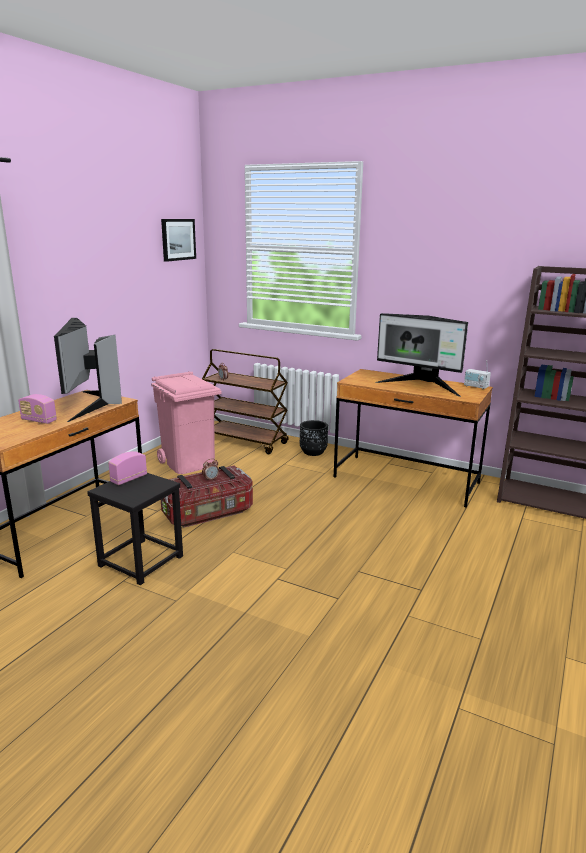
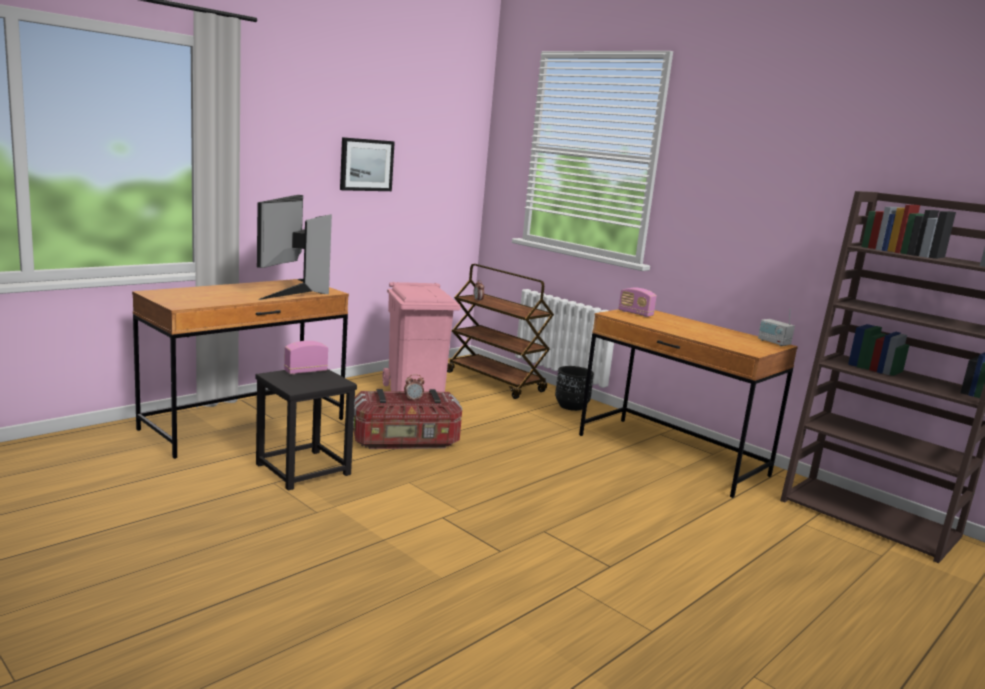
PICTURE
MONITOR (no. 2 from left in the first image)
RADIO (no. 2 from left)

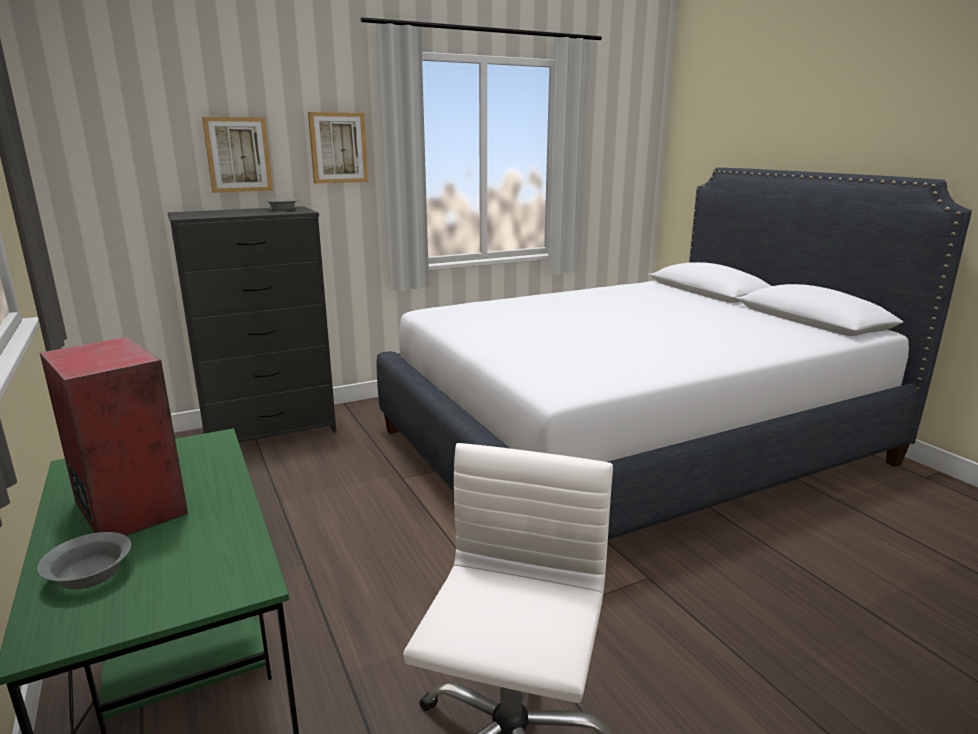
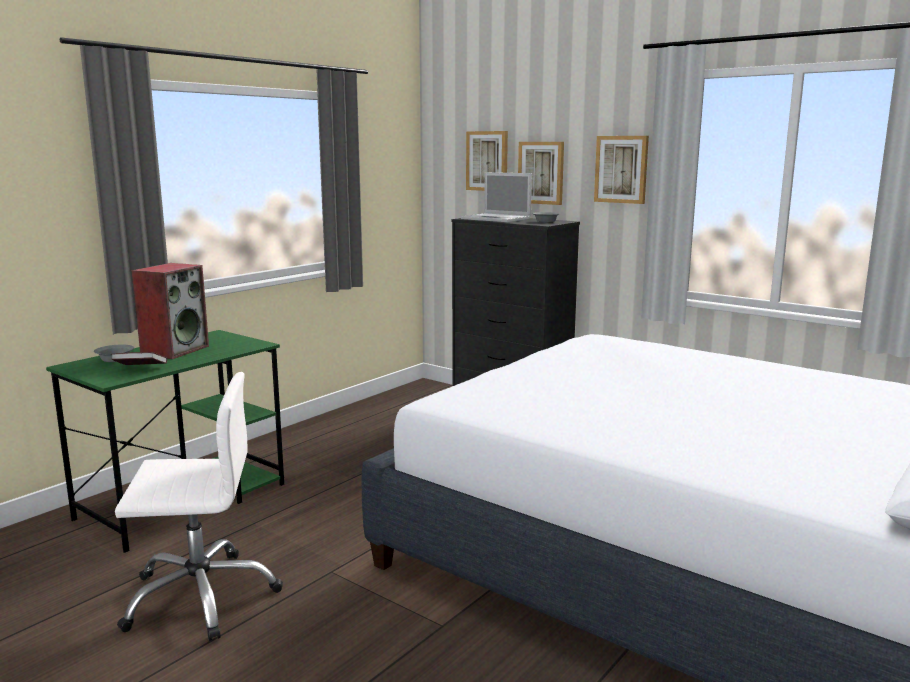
PICTURE (no. 1 from left)
LAPTOP
BOOK

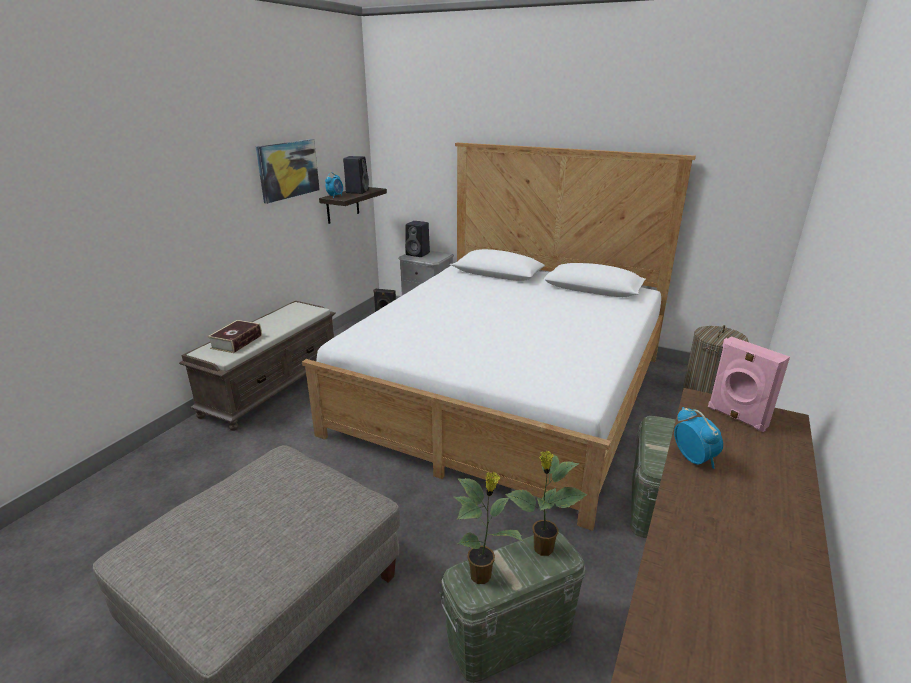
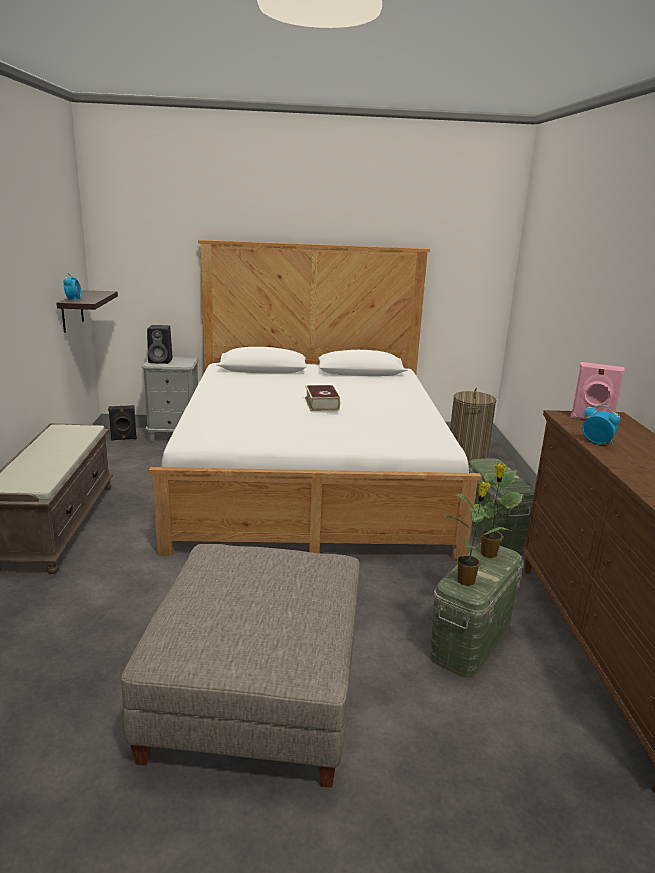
PICTURE
BLACK SPEAKER (no. 1 from left in the first image)
BOOK

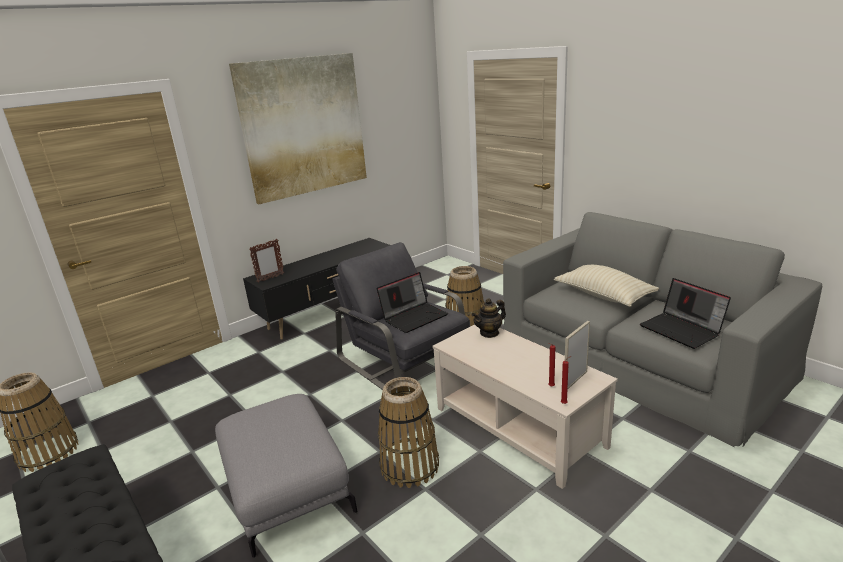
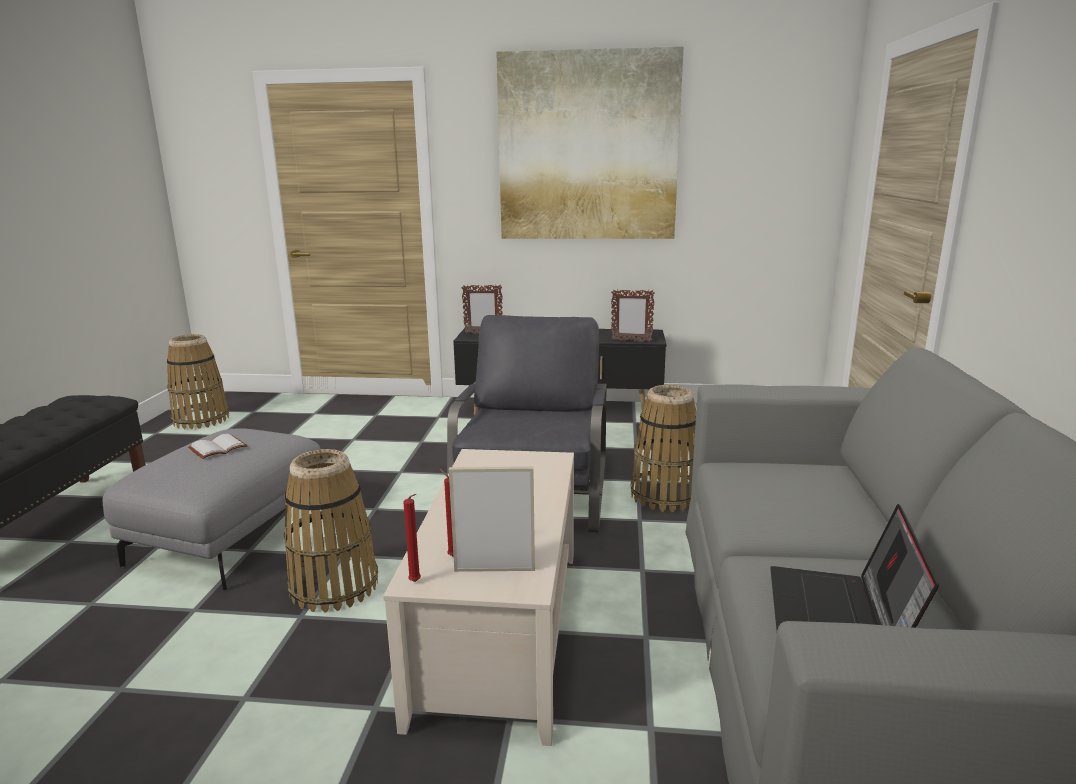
BEIGE PILLOW
LAPTOP (no. 1 from left in the first image)
TEAPOT
PICTURE FRAME (no. 3 from left)
WHITE BOOK

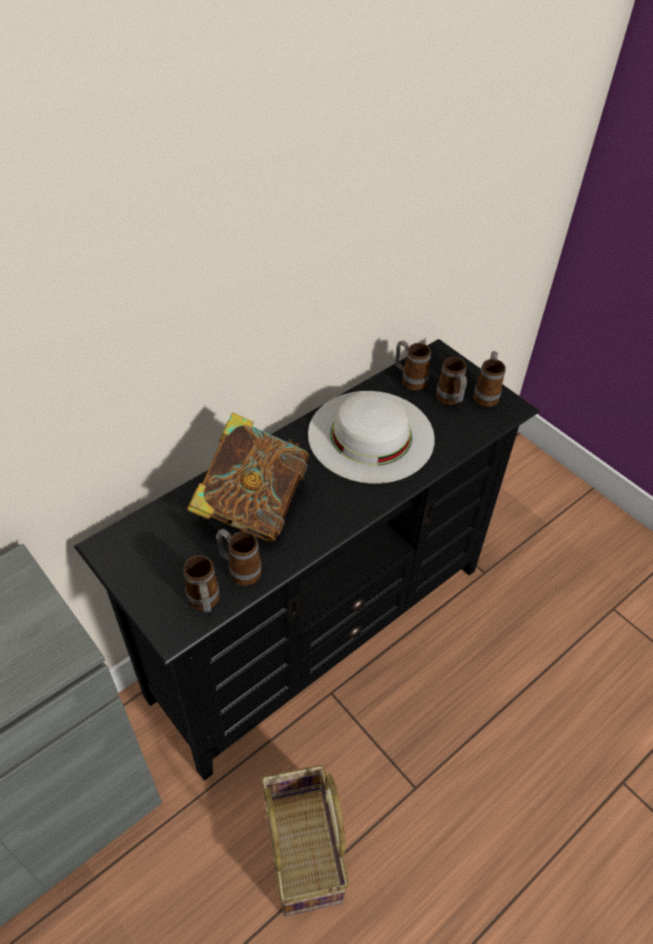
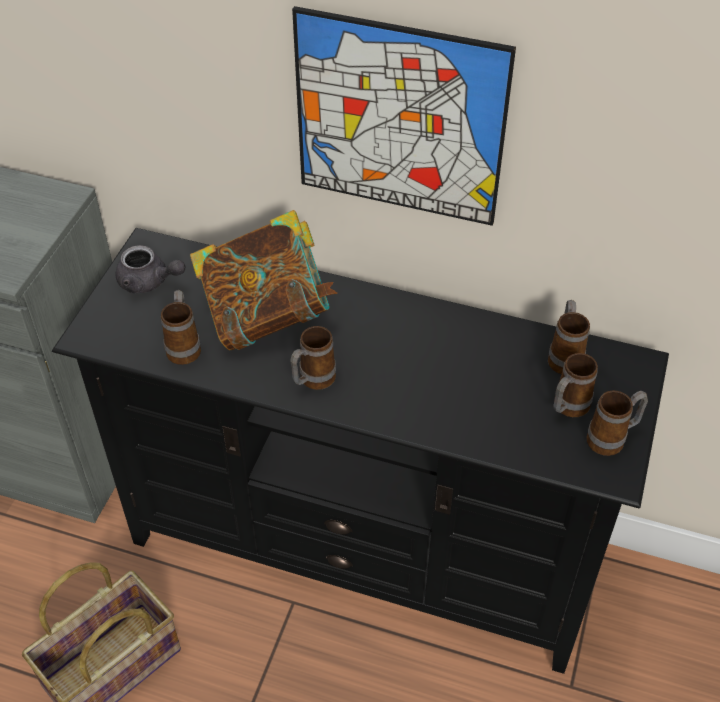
WHITE HAT
MUG (no. 2 from left)
PICTURE
GREY TEAPOT

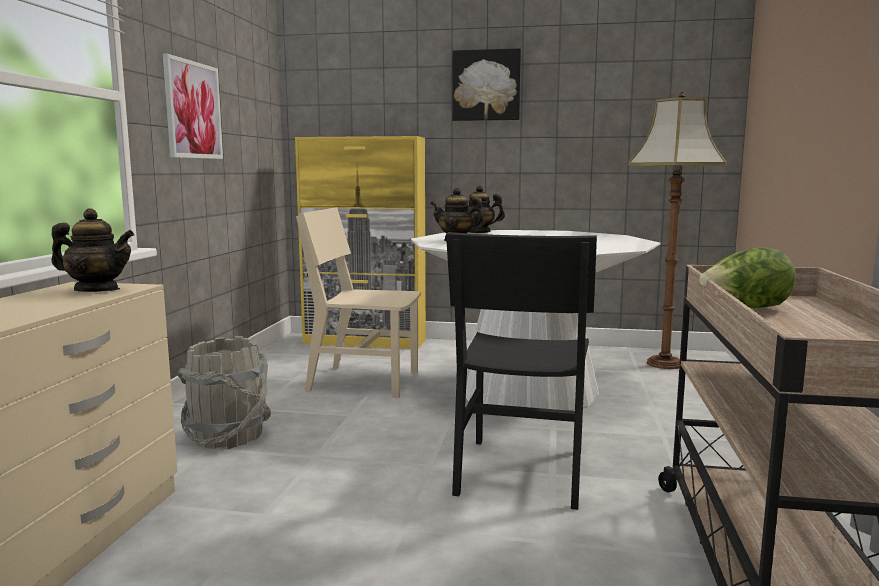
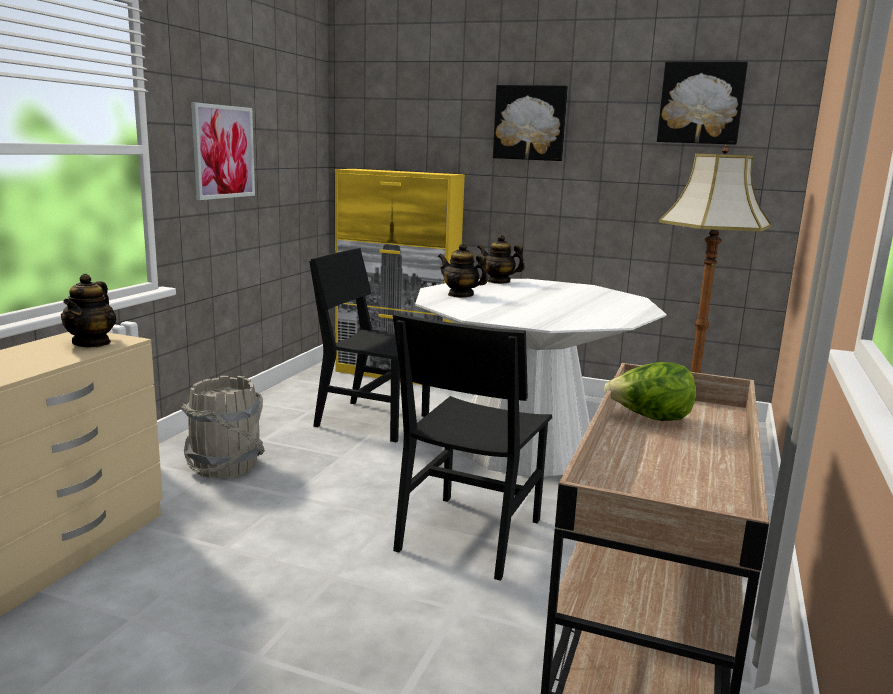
BLACK CHAIR (no. 1 from left)
TEAPOT (no. 1 from left)
PICTURE (no. 3 from left)

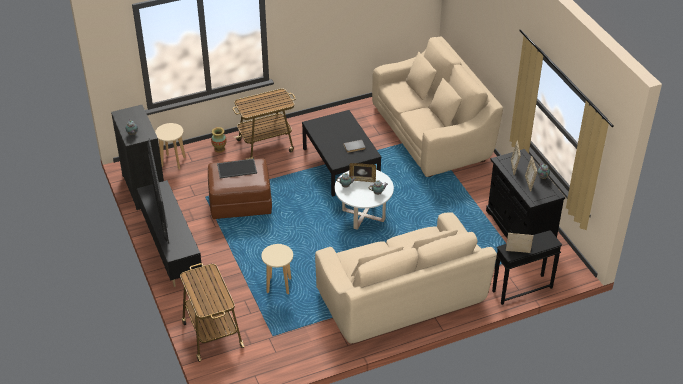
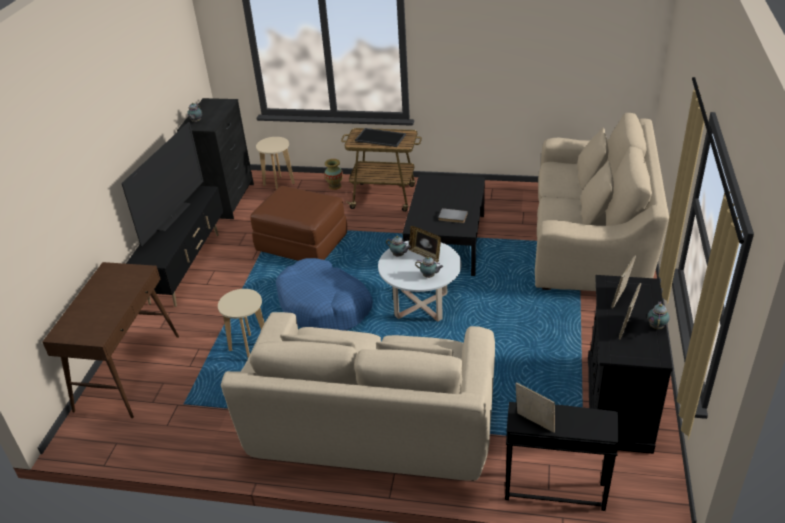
TRAY
BROWN CONSOLE TABLE
BLUE DOG BED

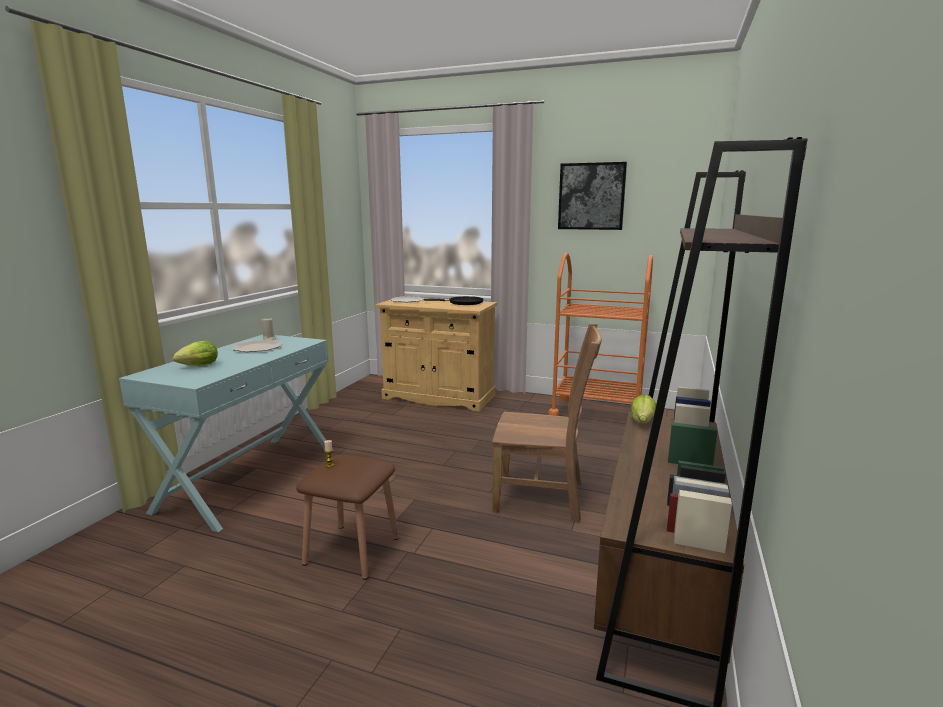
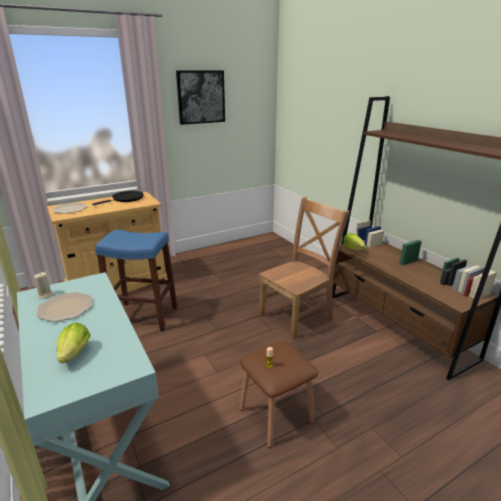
ORANGE CART
BLUE STOOL

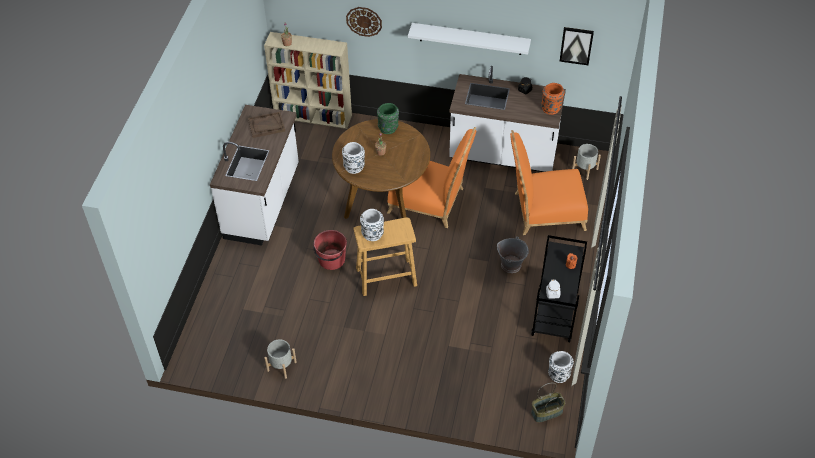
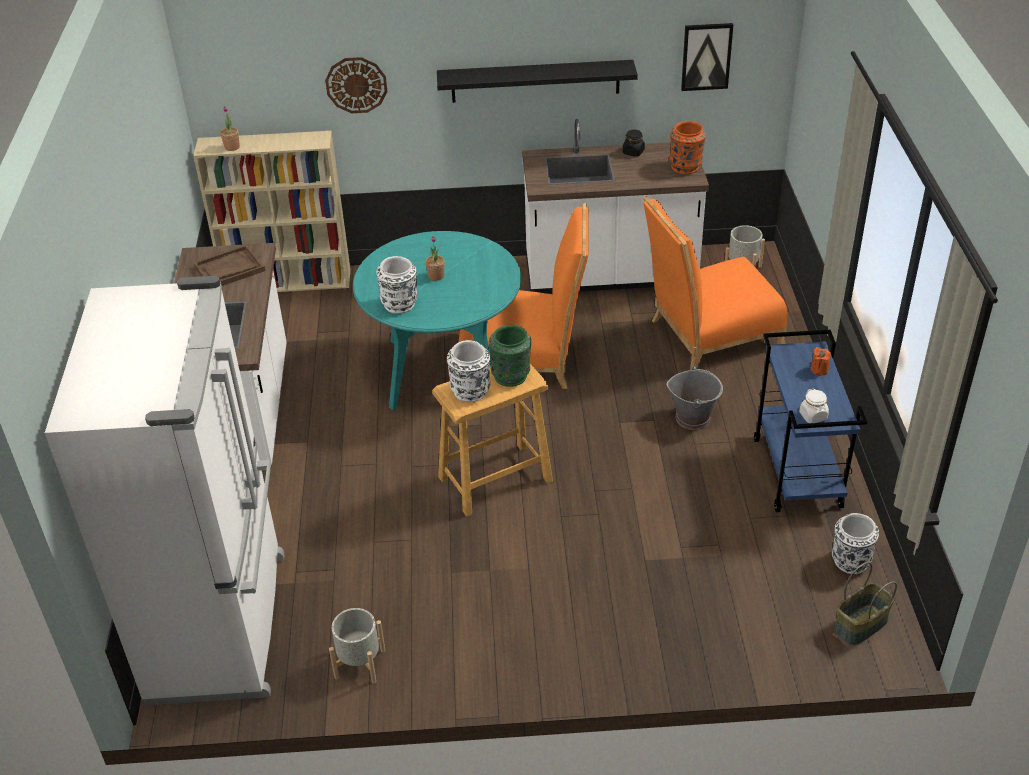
BLACK SHELF
GREEN VASE
TURQUOISE DINING TABLE
RED BUCKET
BLUE CART
WHITE FRIDGE

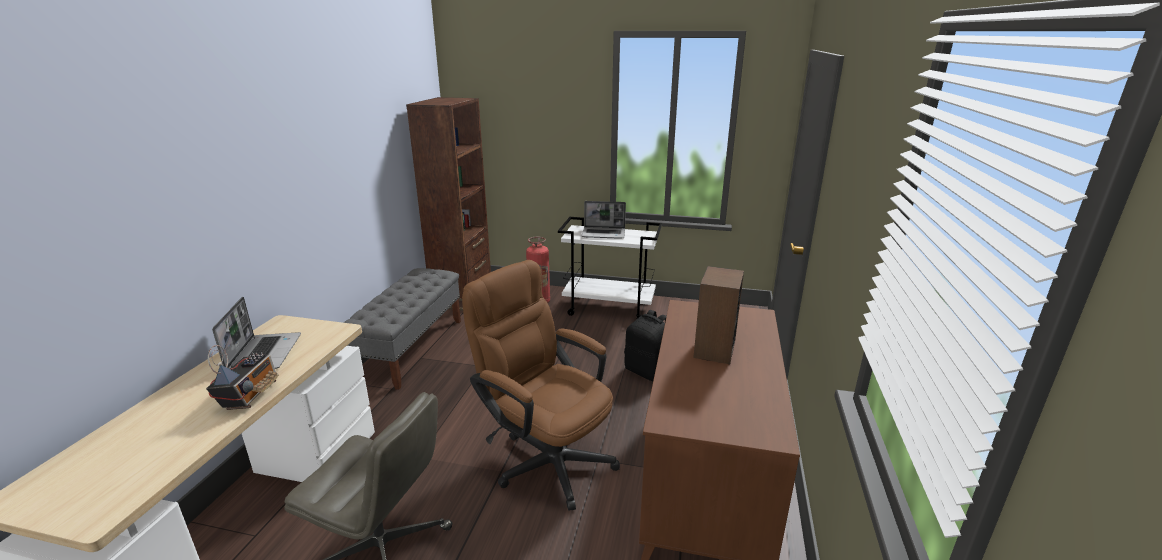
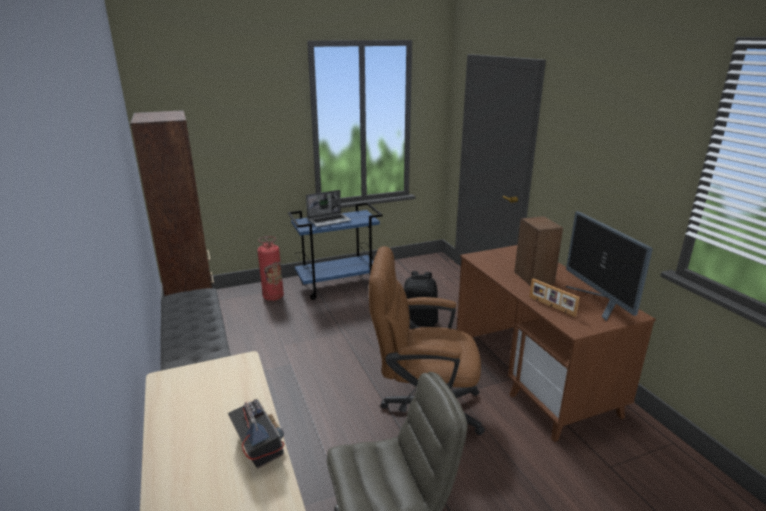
BLUE CART
LAPTOP (no. 1 from left in the first image)
MONITOR
PICTURE FRAME

